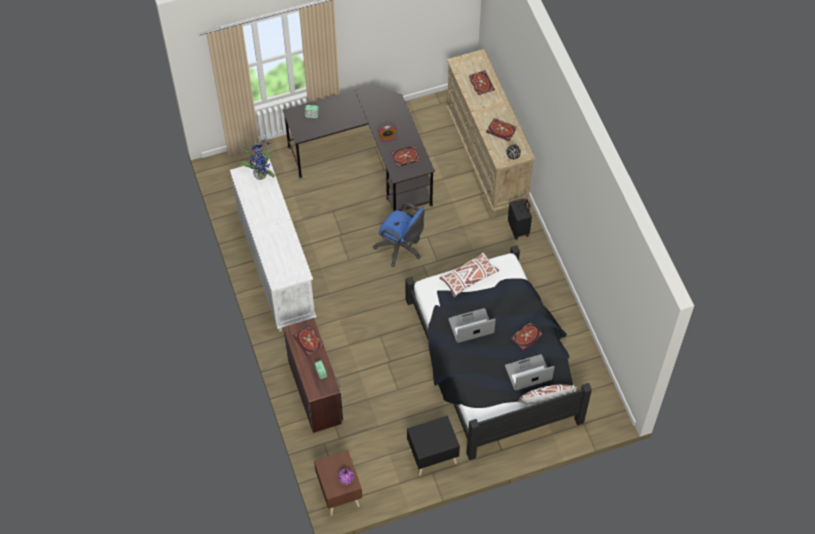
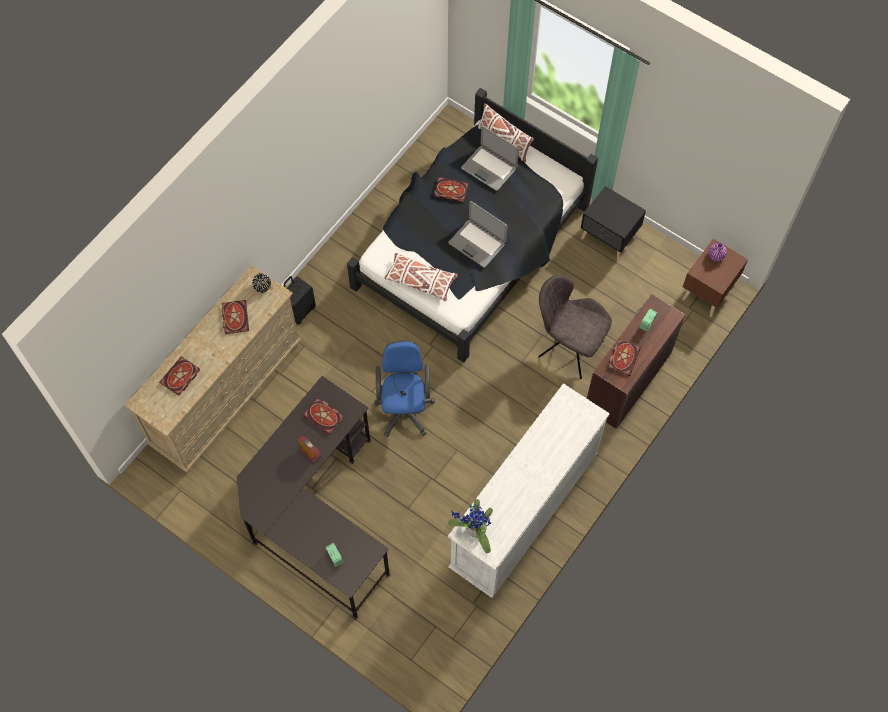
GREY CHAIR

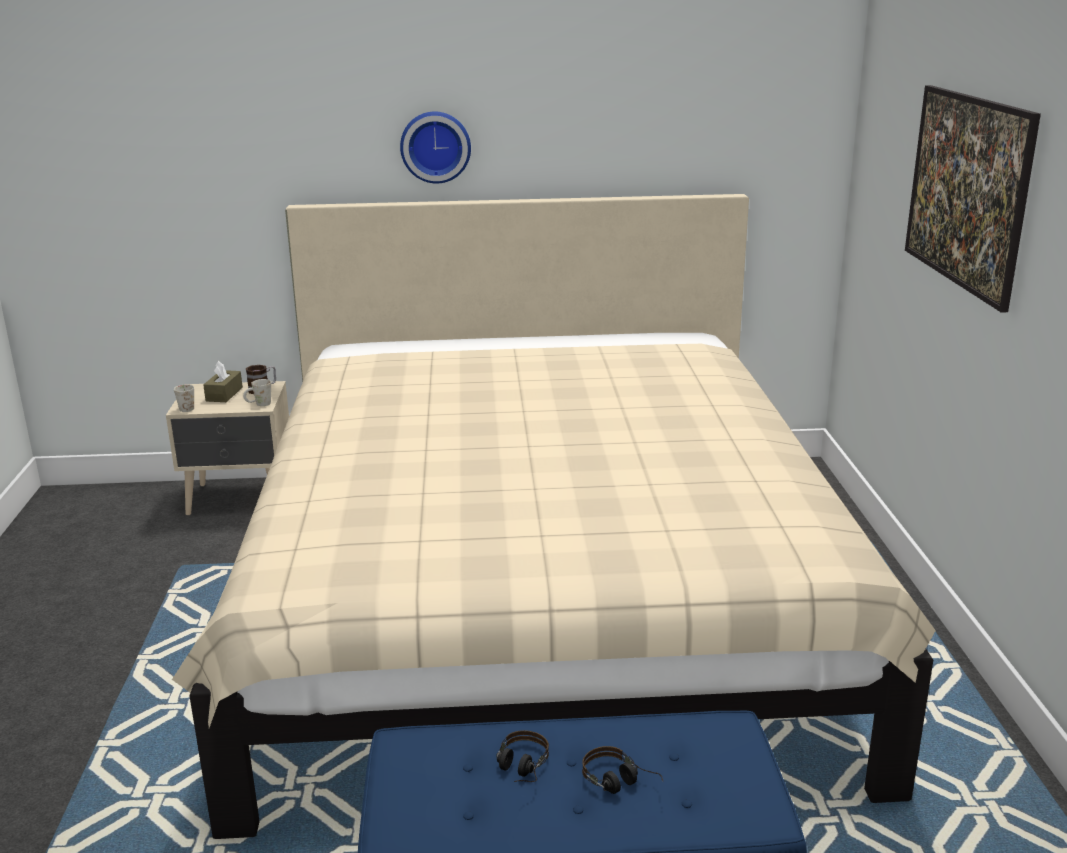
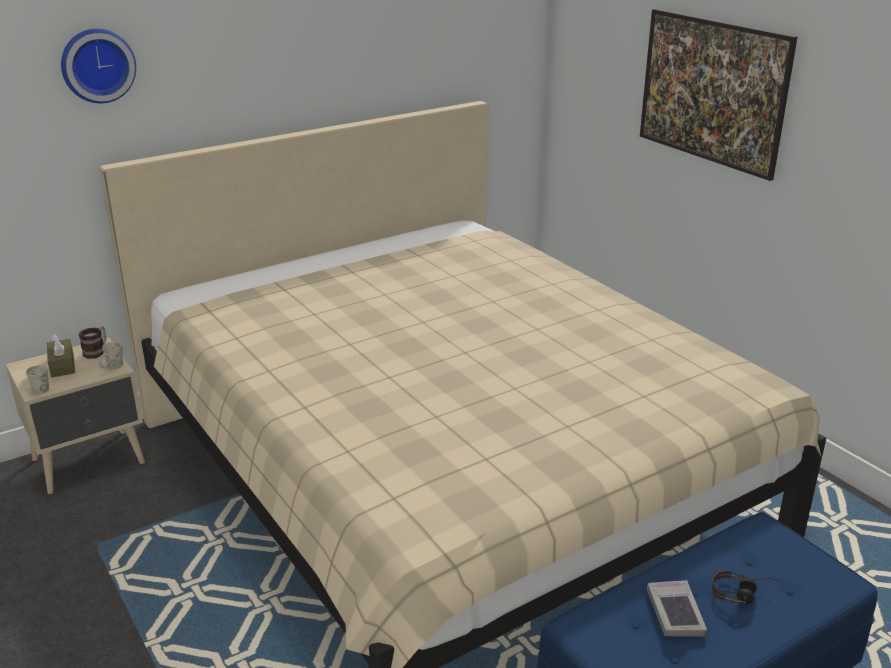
WALL CLOCK
BOOK

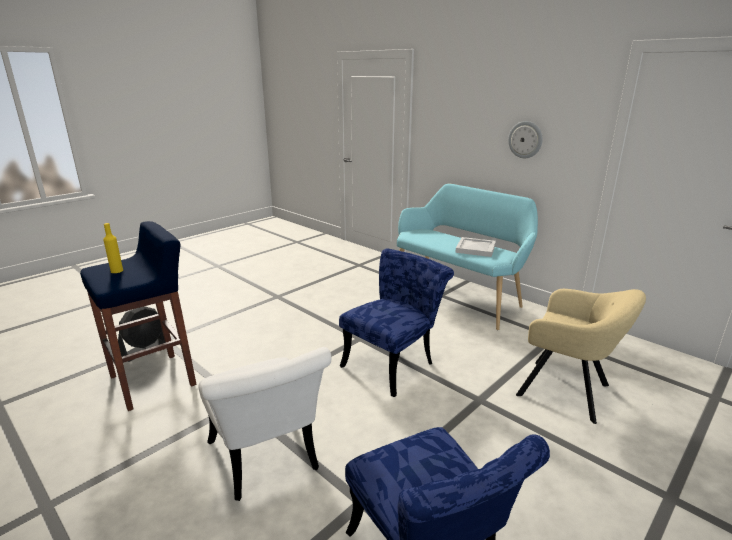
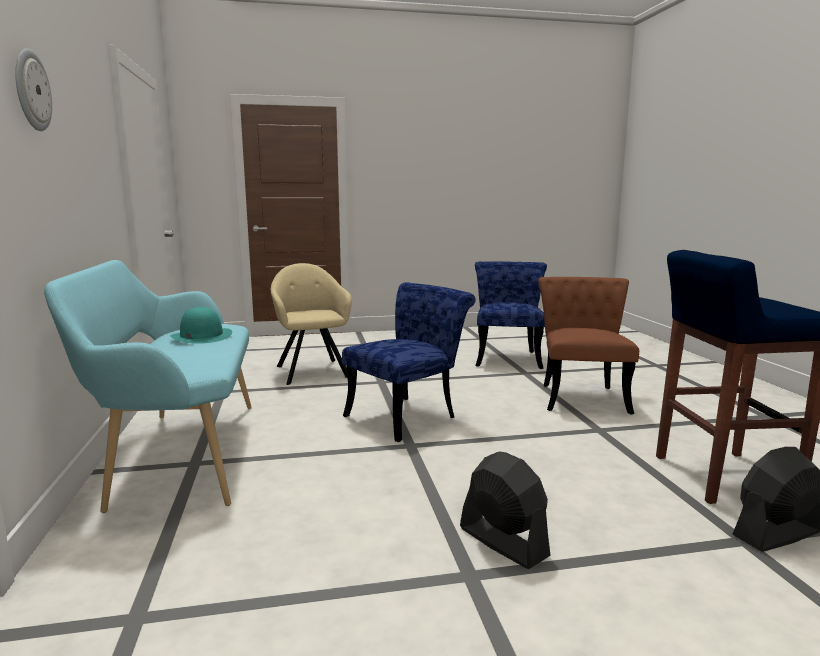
WALL CLOCK
YELLOW BOTTLE
TURQUOISE HAT
BLUE CHAIR (no. 1 from left)
BROWN CHAIR
BLACK FAN (no. 1 from left)

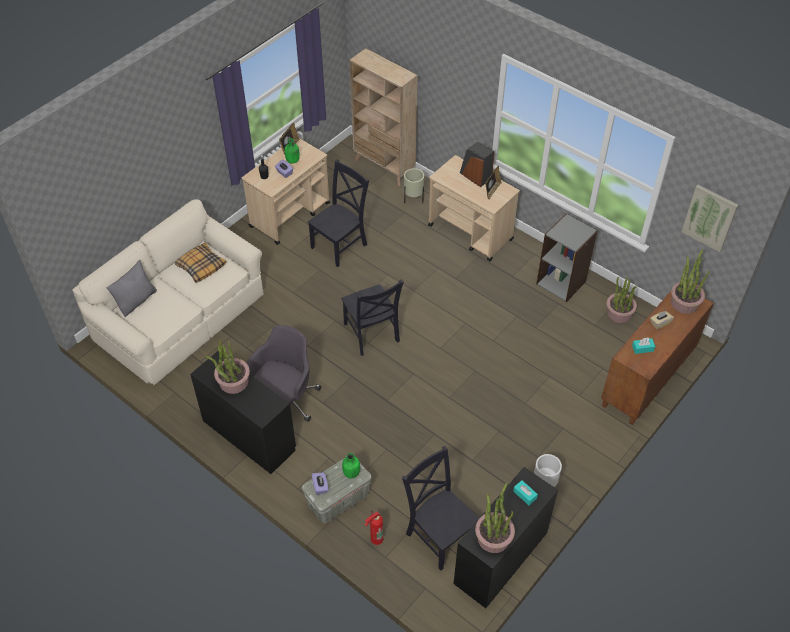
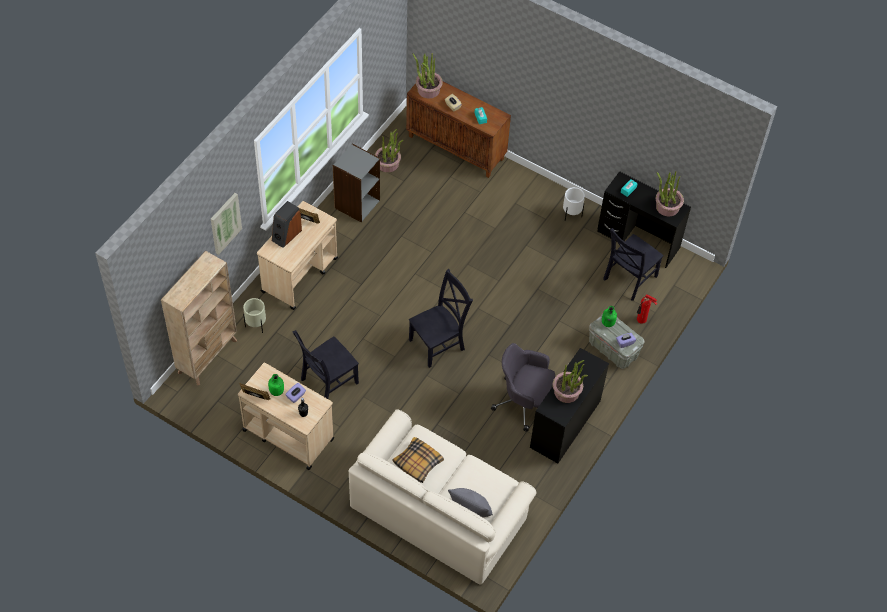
BLACK CHAIR (no. 1 from left)
PICTURE

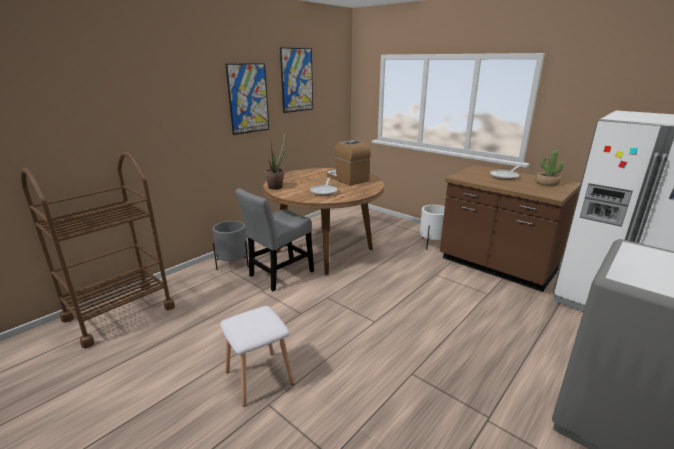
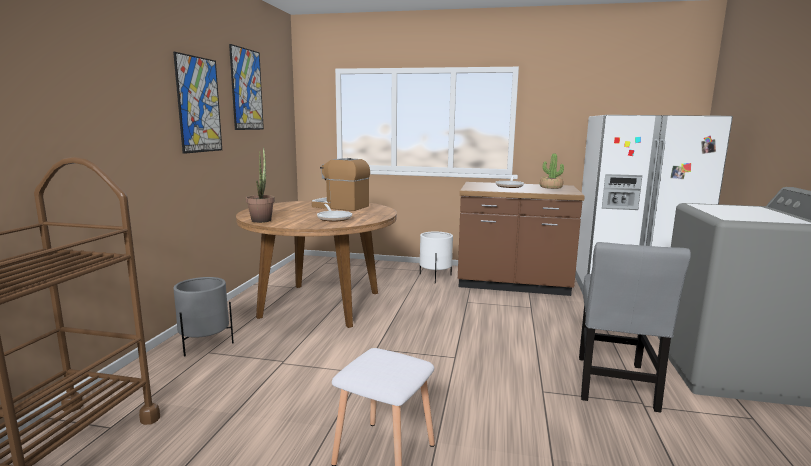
GREY CHAIR

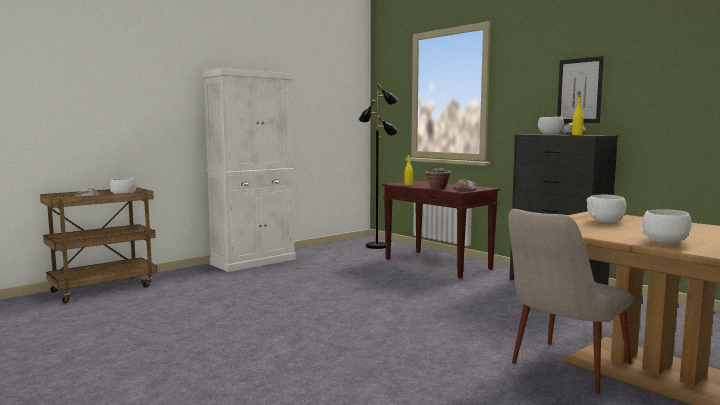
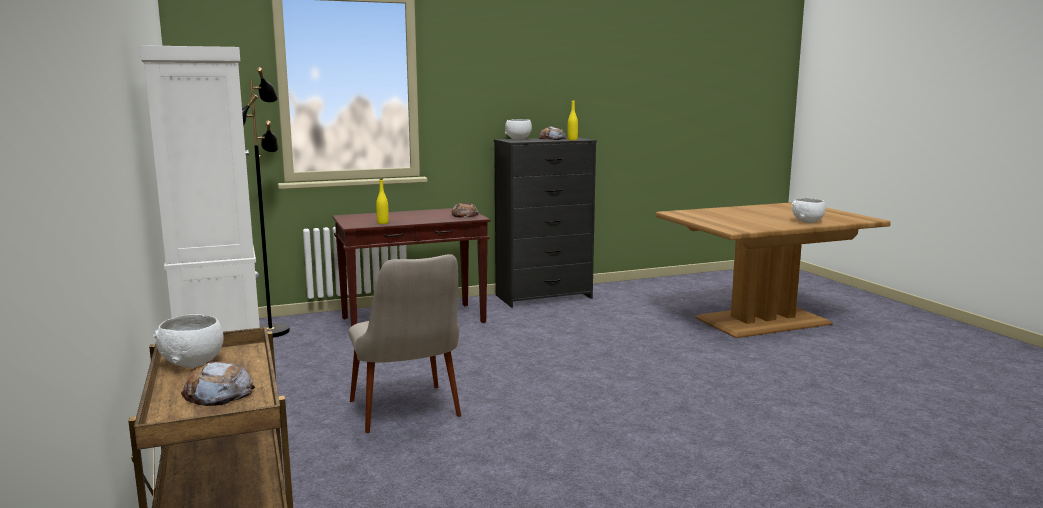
PICTURE
POTTED PLANT
WHITE BOWL (no. 3 from left in the first image)
BEIGE CHAIR

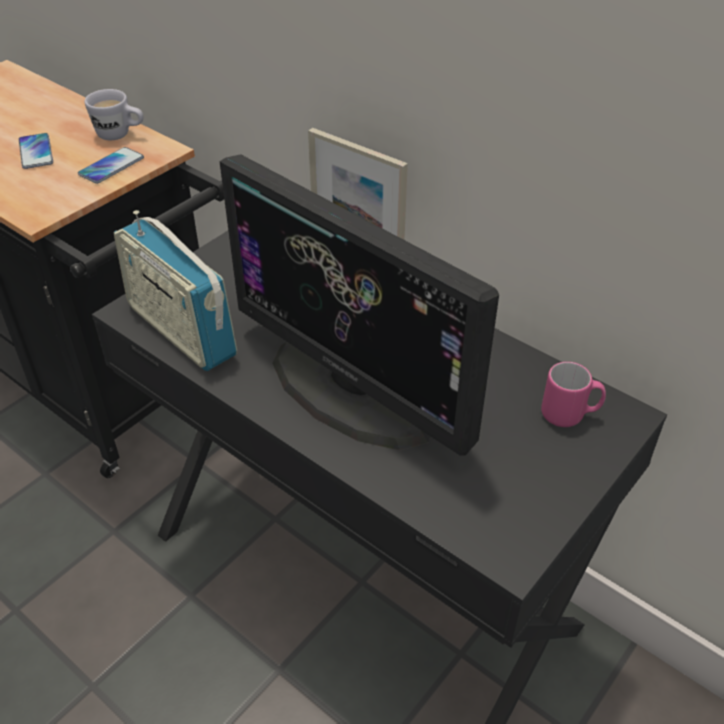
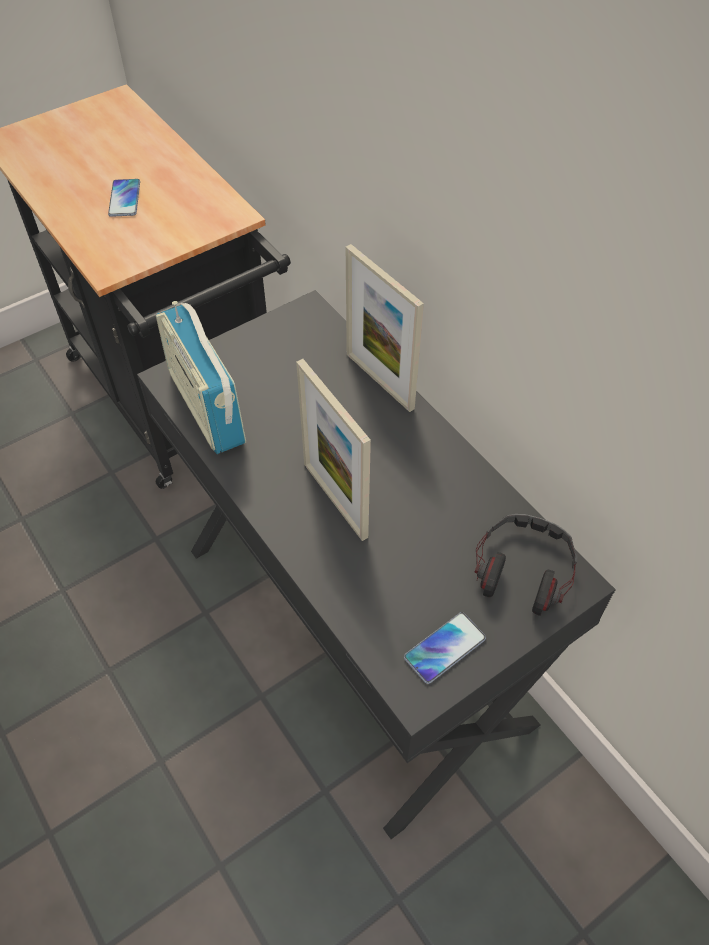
WHITE MUG
PHONE (no. 2 from left)
PICTURE FRAME (no. 1 from left)
HEADPHONES

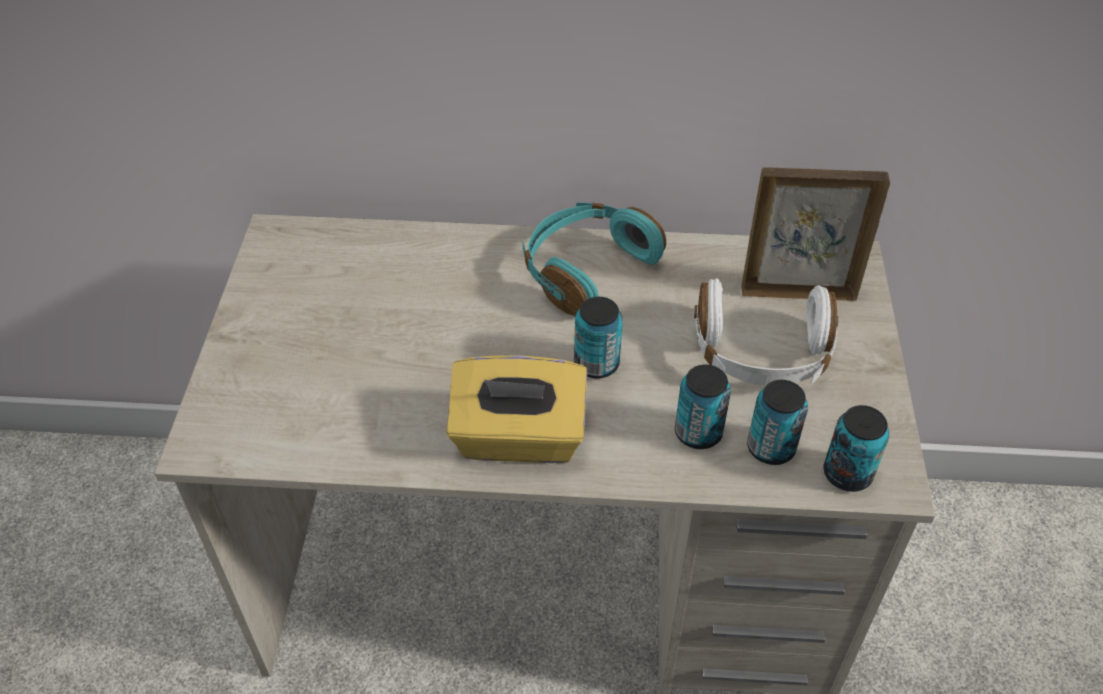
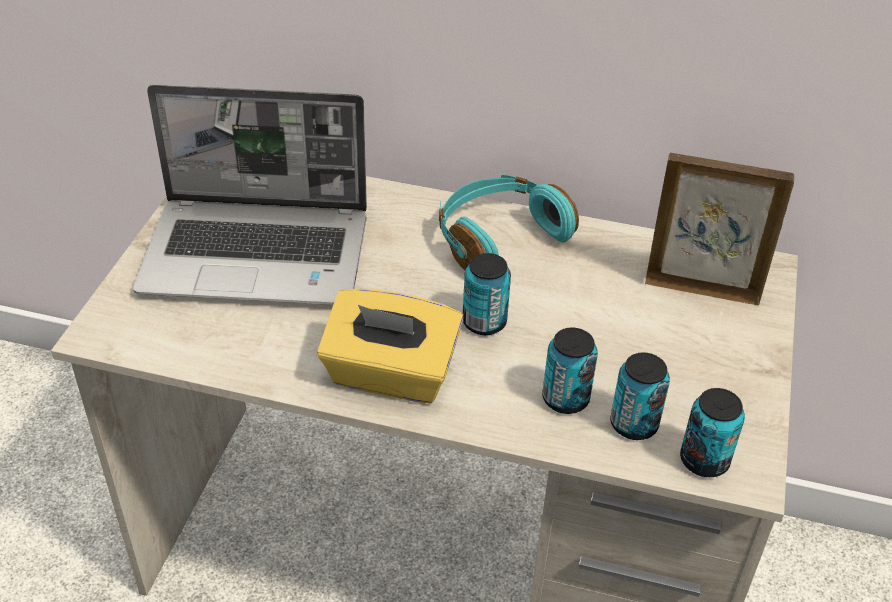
WHITE HEADPHONES
LAPTOP

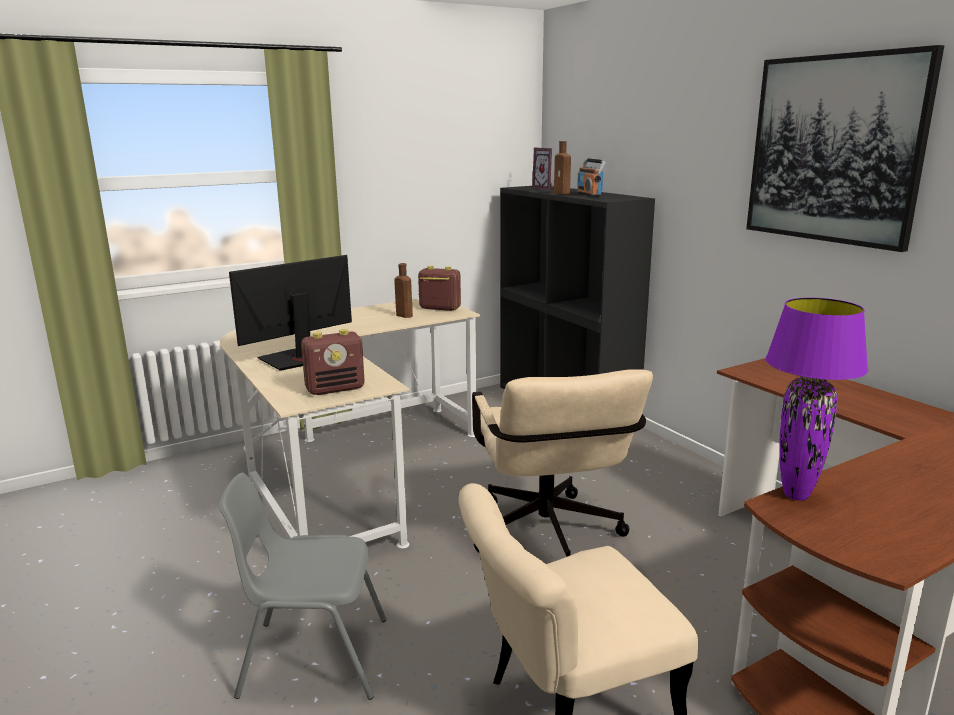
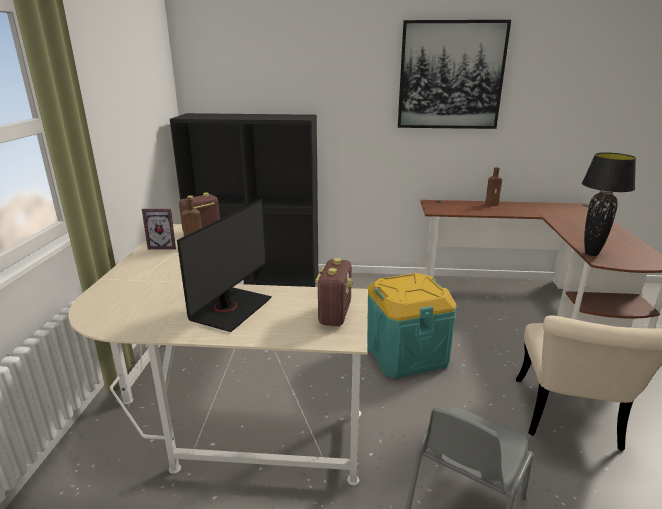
BROWN BOTTLE (no. 2 from left)
PICTURE FRAME
RADIO (no. 3 from left in the first image)
MONITOR
BLACK TABLE LAMP
TURQUOISE STORAGE BOX

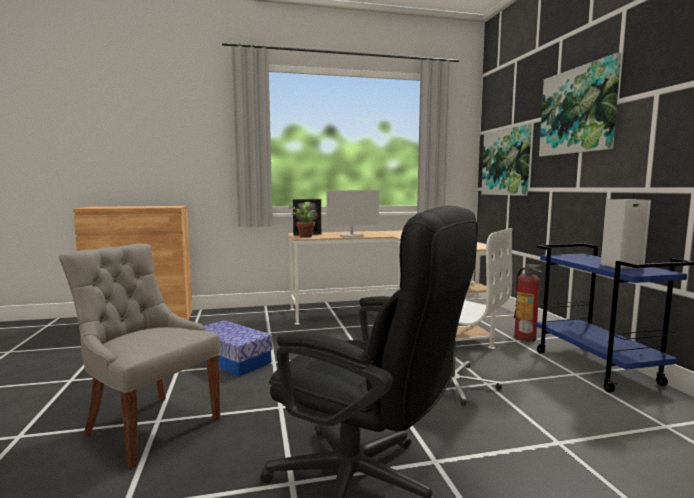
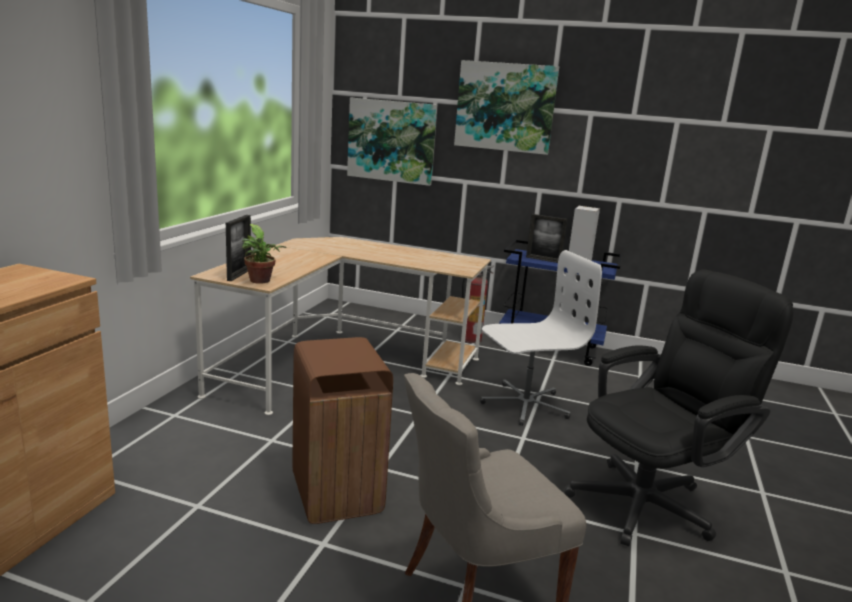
MONITOR
BROWN TRASH CAN
PICTURE FRAME (no. 2 from left)

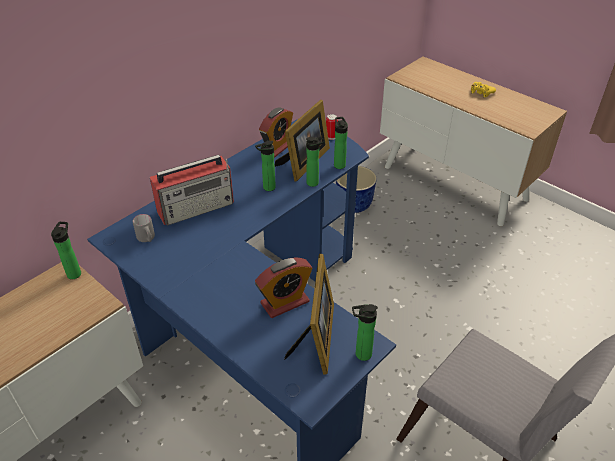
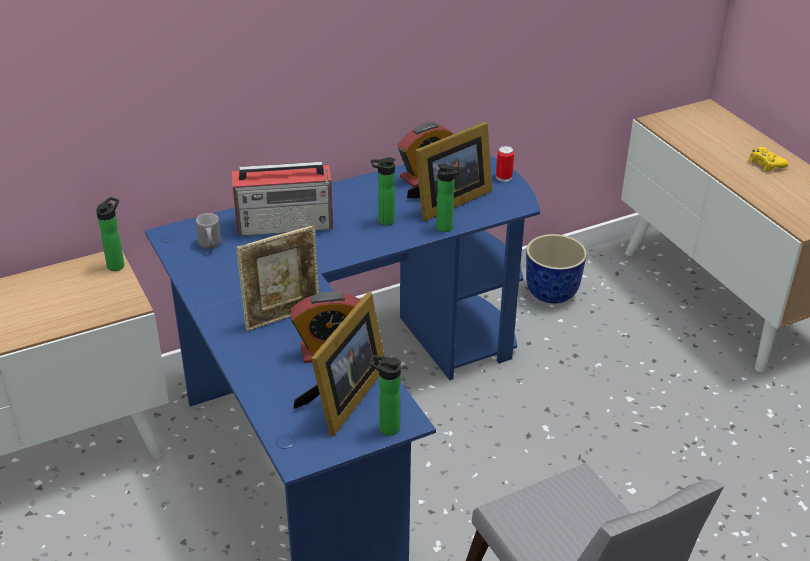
BOTTLE (no. 4 from left in the first image)
PICTURE FRAME (no. 1 from left)

